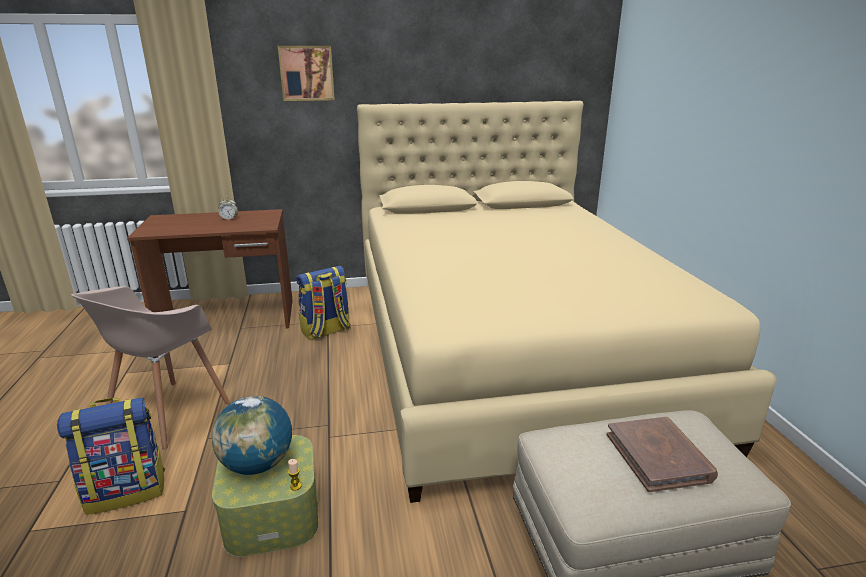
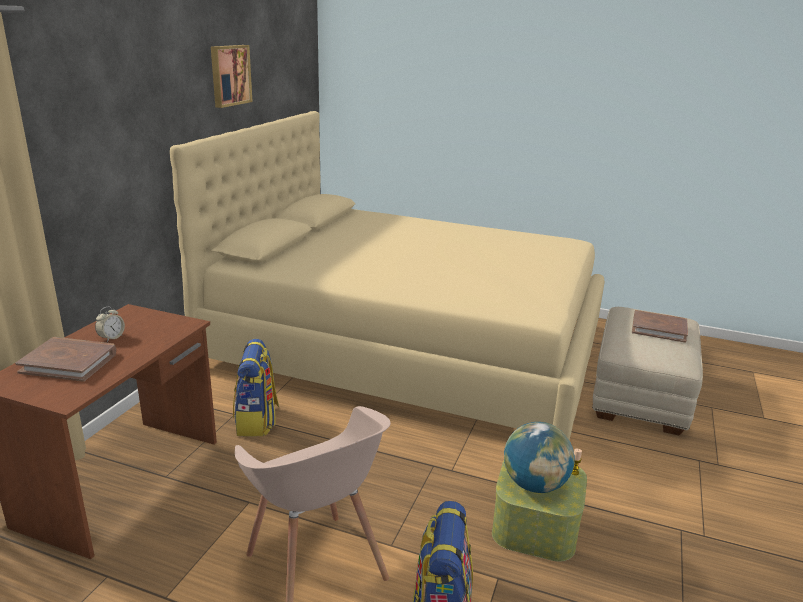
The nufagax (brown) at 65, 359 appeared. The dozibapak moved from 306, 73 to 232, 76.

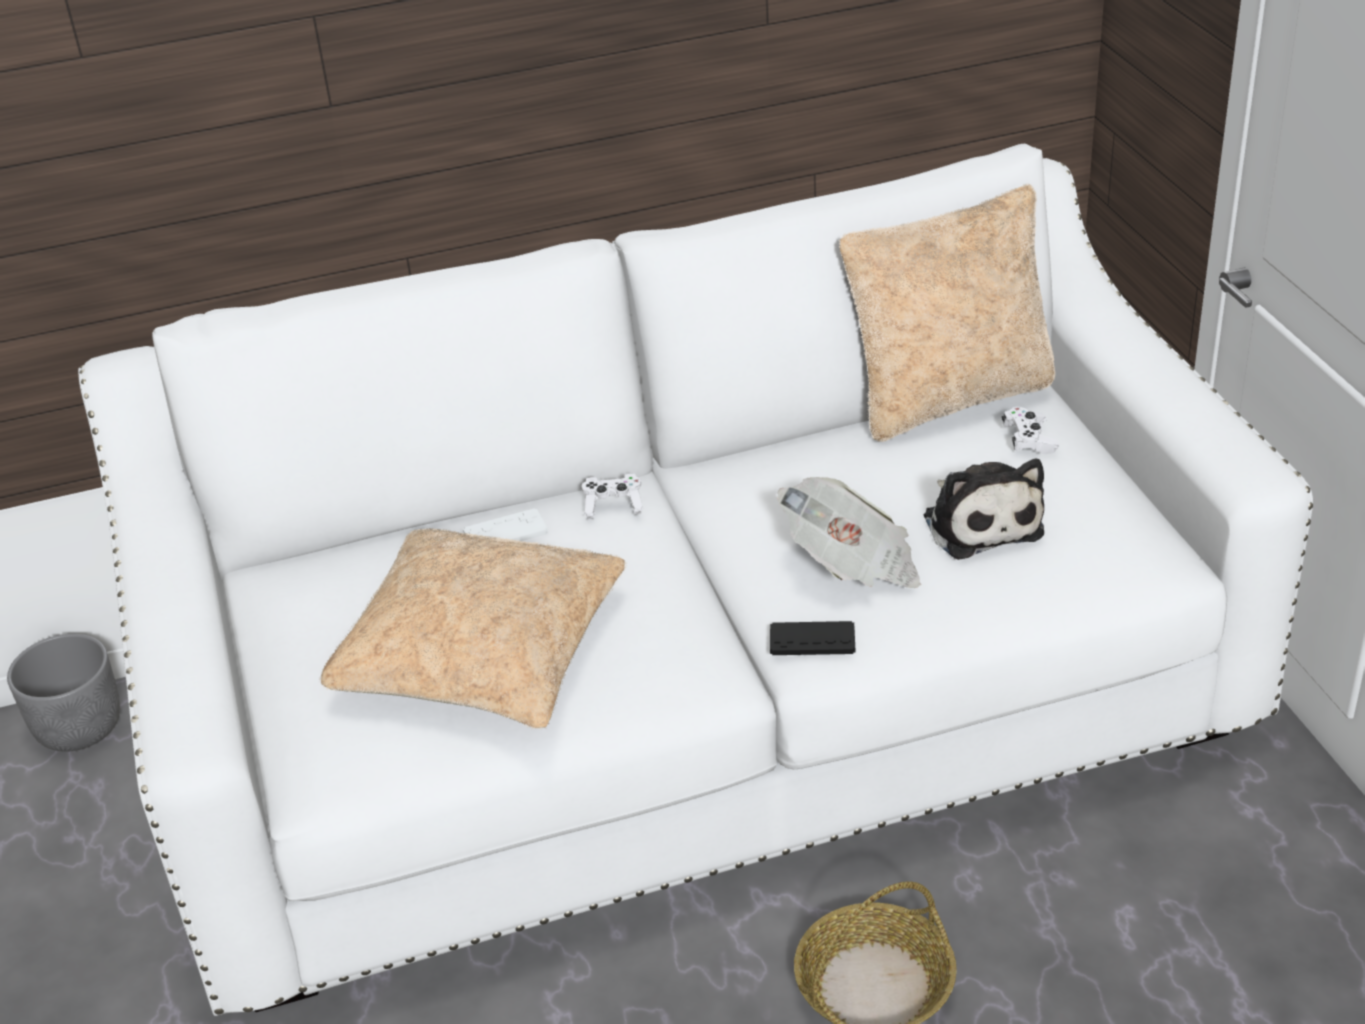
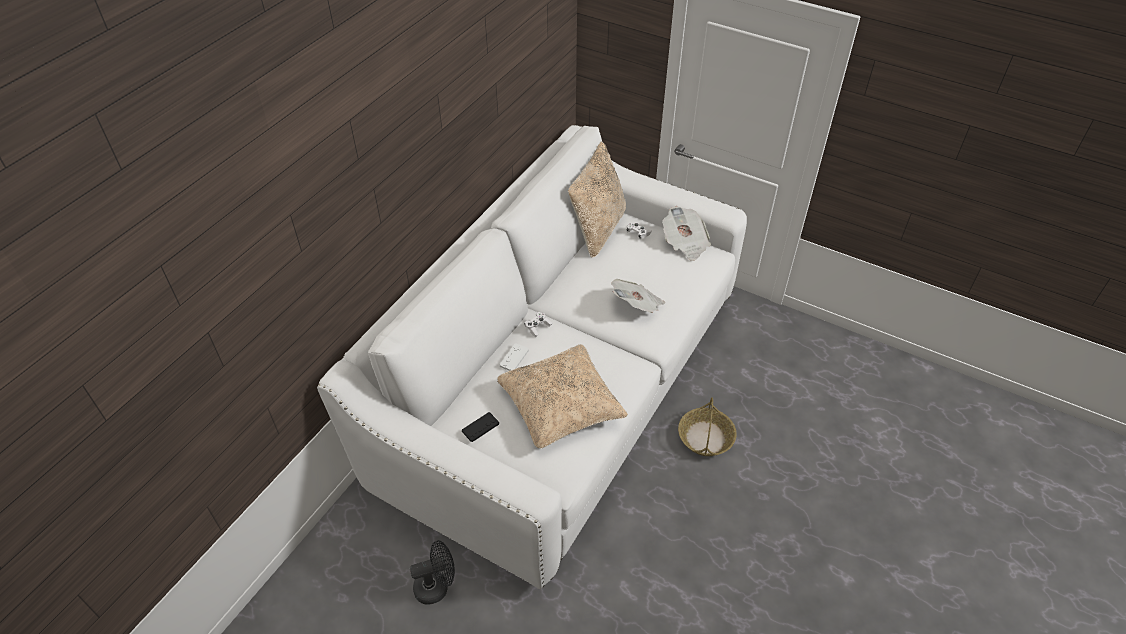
The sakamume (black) at 432, 572 appeared. The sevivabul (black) moved from 812, 638 to 480, 427. The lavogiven at 686, 233 appeared. The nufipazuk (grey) at 63, 693 disappeared. The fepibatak at 984, 509 disappeared.

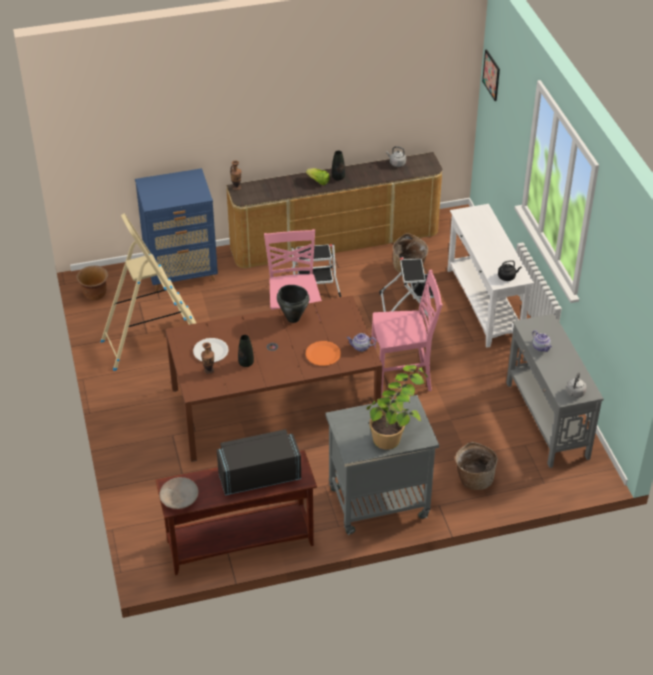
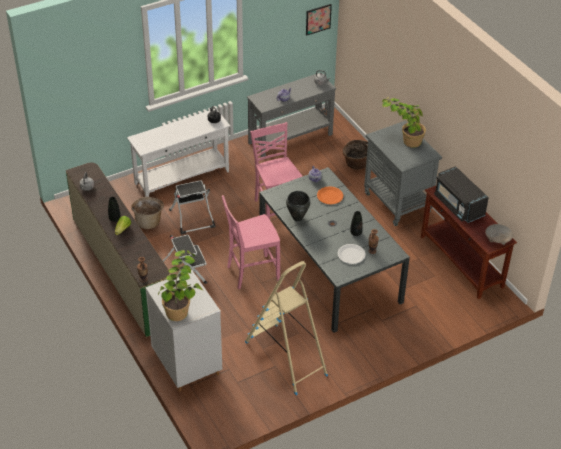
The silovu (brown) at 334, 210 became the silovu (green) at 118, 250. The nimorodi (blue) at 176, 229 became the nimorodi (white) at 183, 331. The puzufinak at 180, 285 appeared. The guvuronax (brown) at 273, 378 became the guvuronax (grey) at 335, 250. The dozibapak moved from 491, 75 to 319, 20. The nufipazuk (brown) at 92, 283 disappeared.

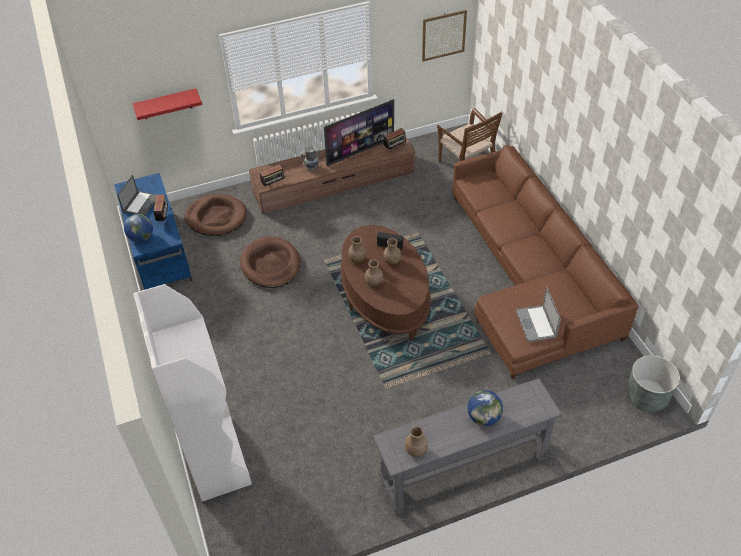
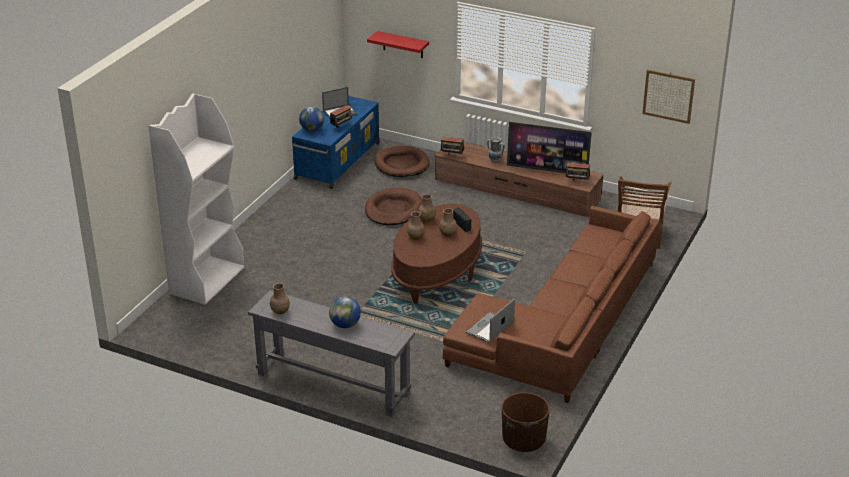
The nufipazuk (grey) at 653, 383 became the nufipazuk (brown) at 526, 422.

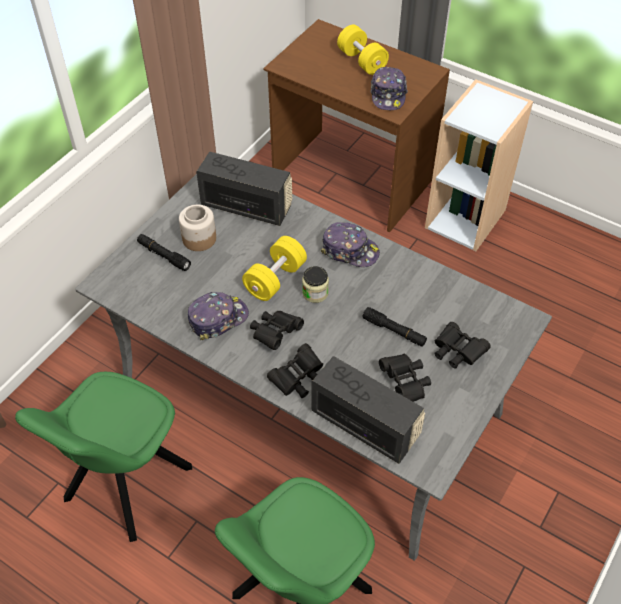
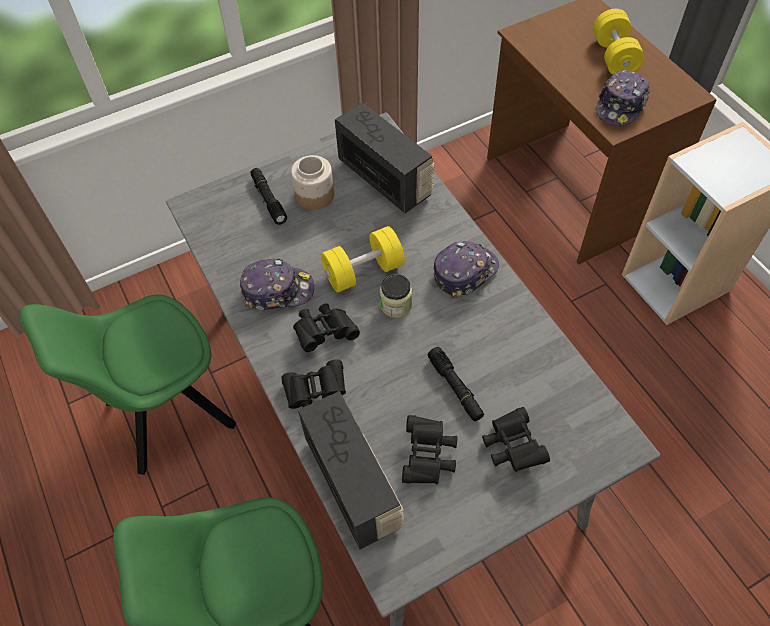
The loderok at 350, 244 turned 90 degrees counterclockwise.

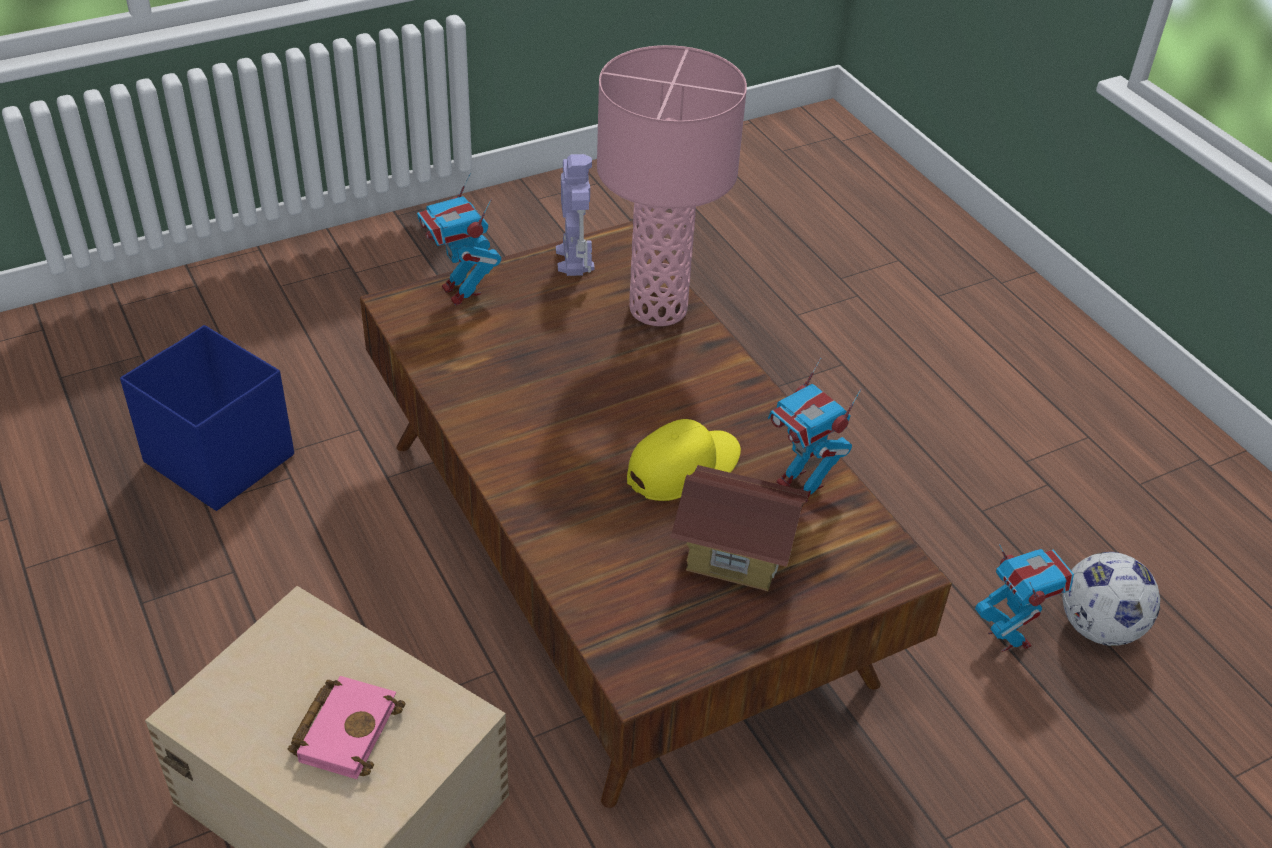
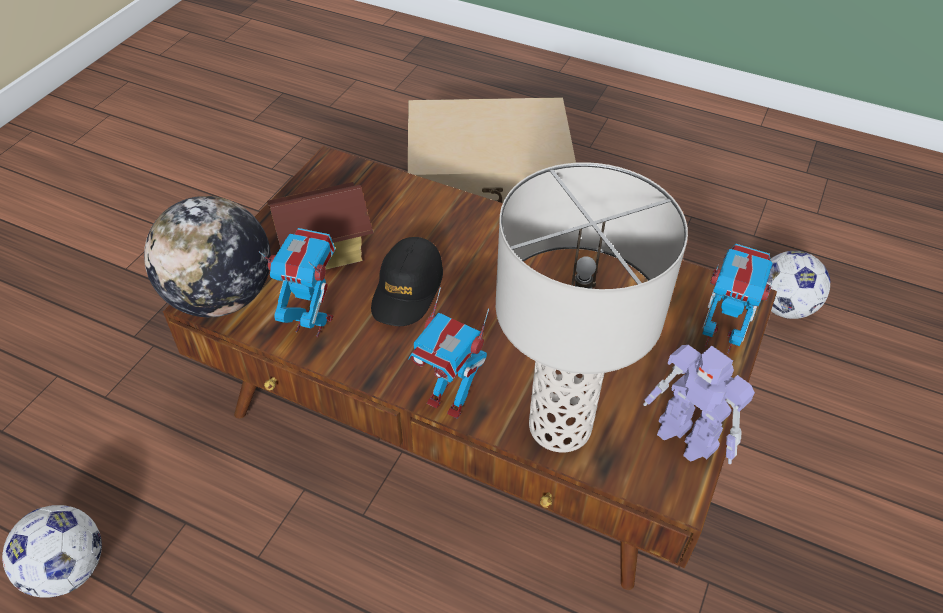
The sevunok at 207, 256 appeared. The loderok (yellow) at 684, 460 became the loderok (black) at 407, 281. The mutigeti moved from 1024, 598 to 448, 352. The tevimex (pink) at 672, 185 became the tevimex (white) at 592, 307. The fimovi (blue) at 207, 418 was replaced by the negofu at 798, 285. The nufagax (pink) at 346, 727 disappeared.

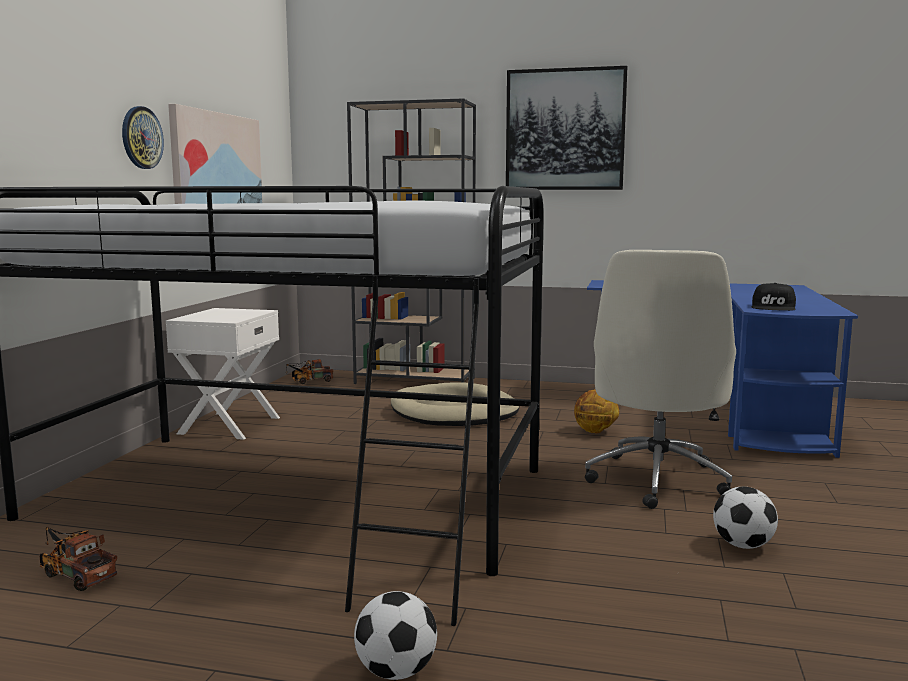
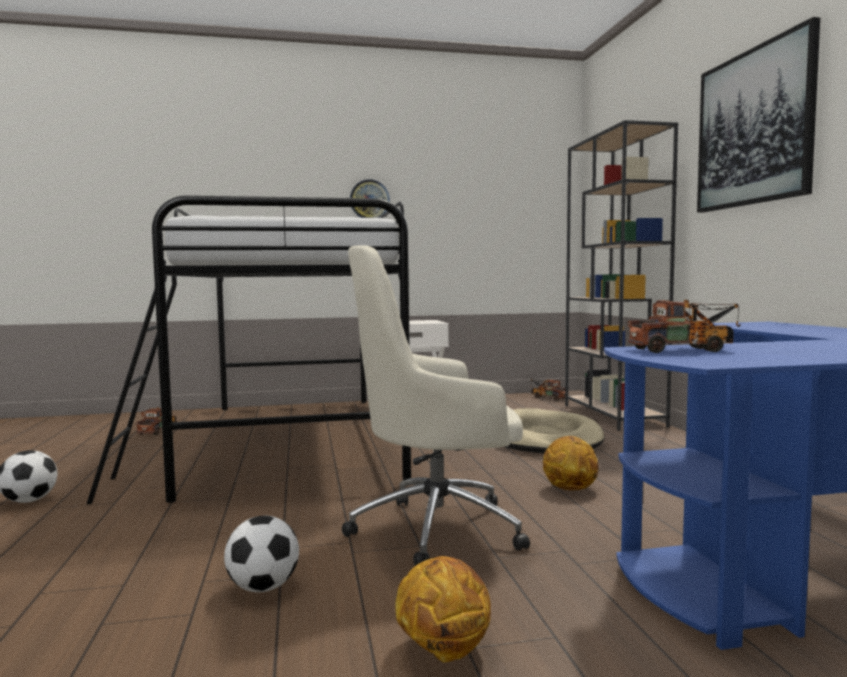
The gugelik at 443, 609 appeared. The loderok (black) at 774, 297 was replaced by the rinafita at 684, 326. The dozibapak at 215, 154 disappeared.

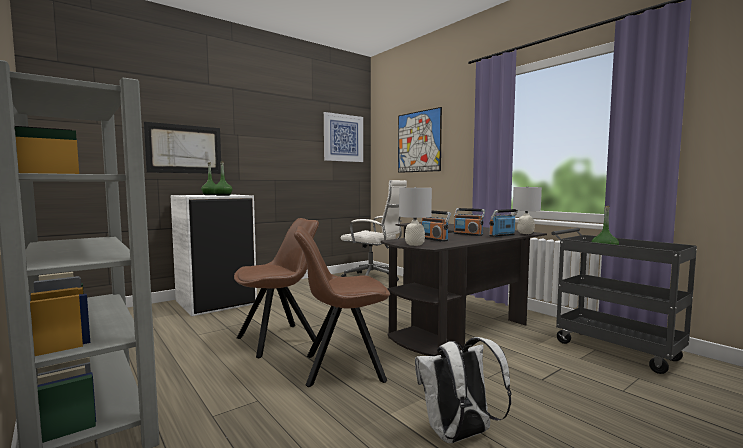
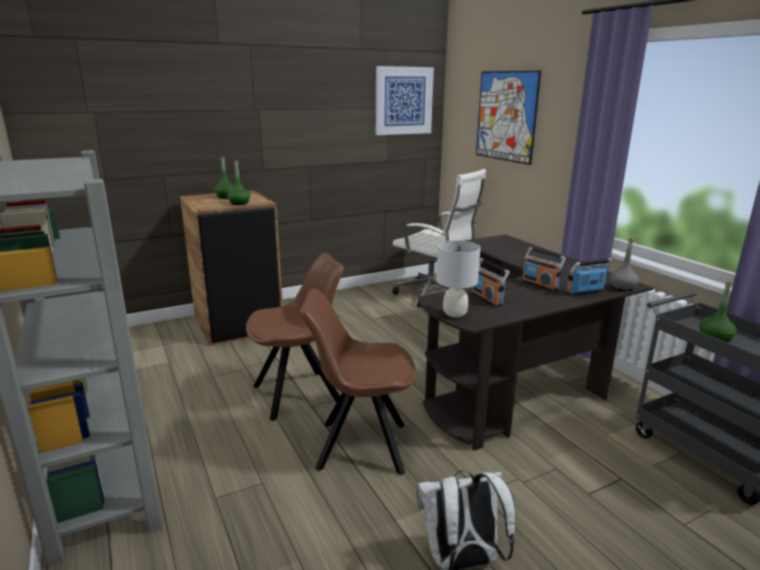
The silovu (white) at 214, 255 became the silovu (brown) at 231, 267. The tevimex (grey) at 527, 210 was replaced by the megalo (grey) at 624, 264. The dozibapak at 182, 148 disappeared.

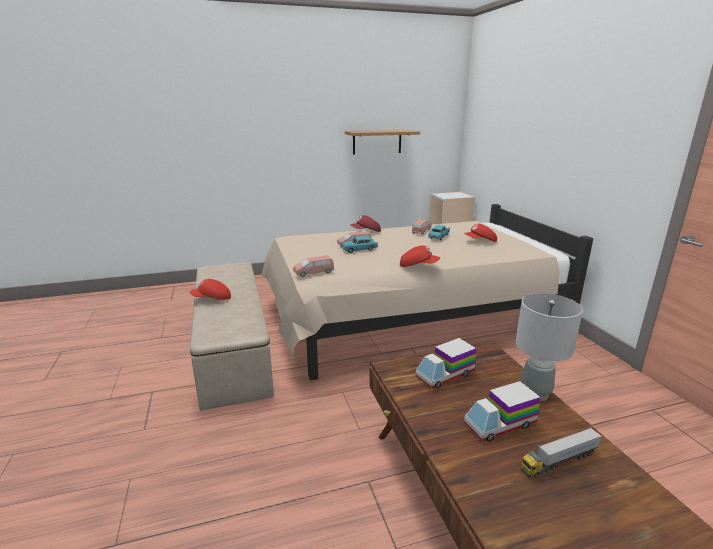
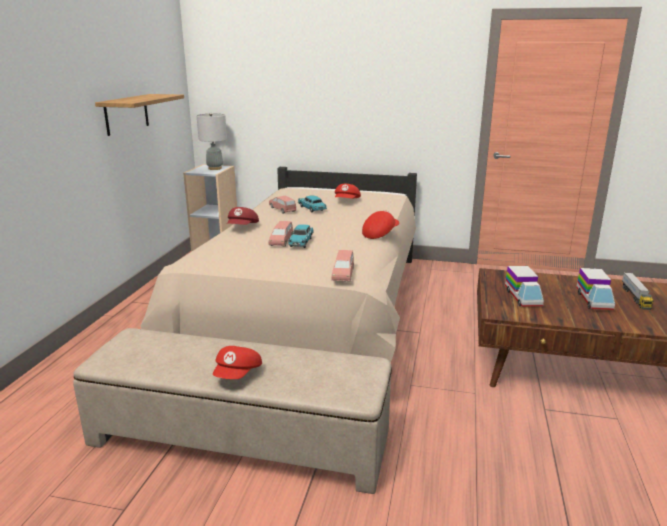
The tevimex (grey) moved from 549, 347 to 212, 141.

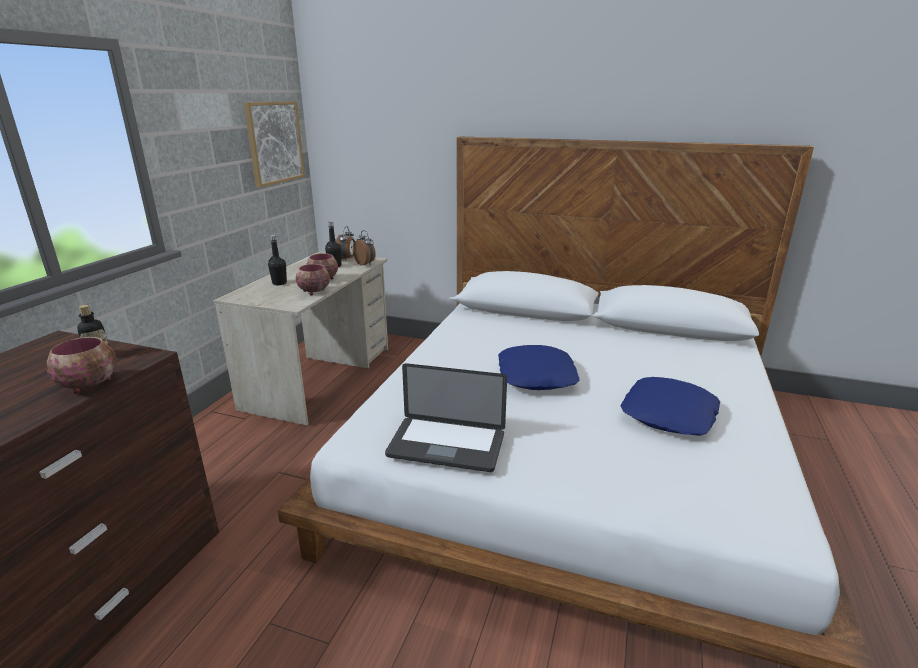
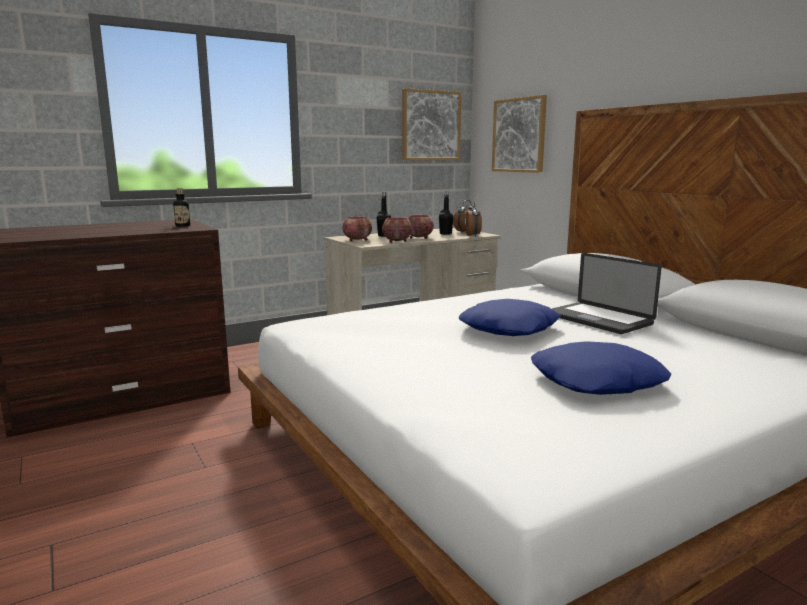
The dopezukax moved from 82, 365 to 357, 229. The dozibapak at 519, 134 appeared. The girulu moved from 446, 417 to 607, 293.

